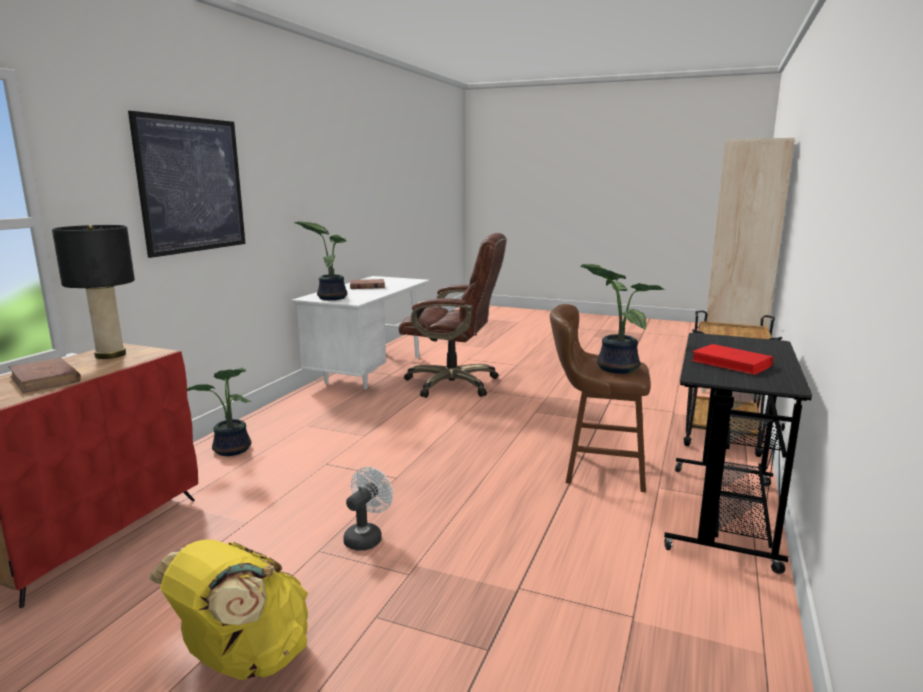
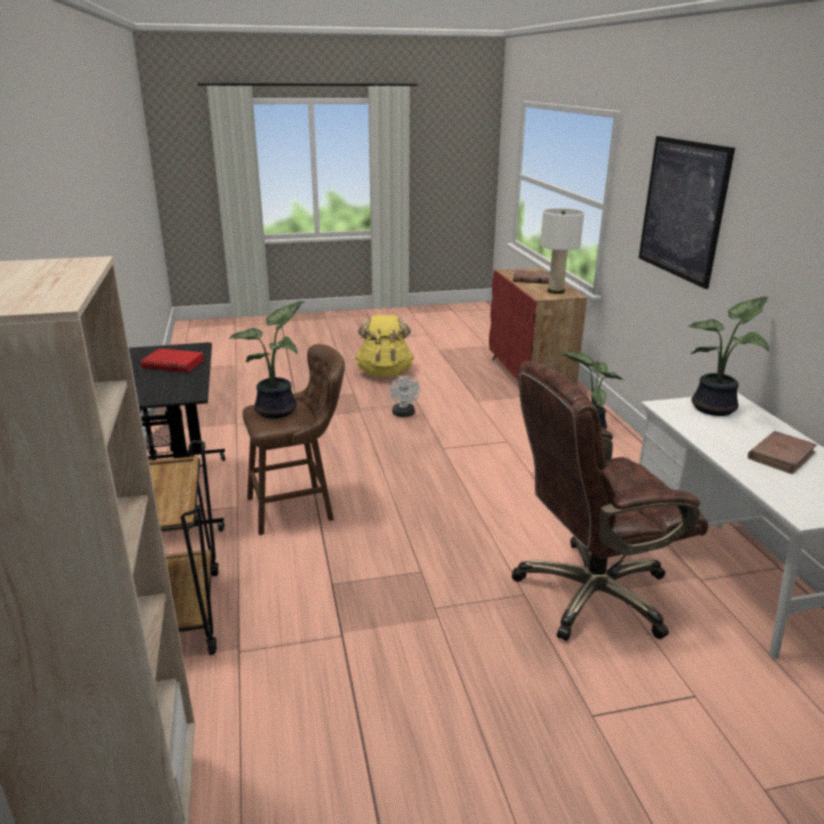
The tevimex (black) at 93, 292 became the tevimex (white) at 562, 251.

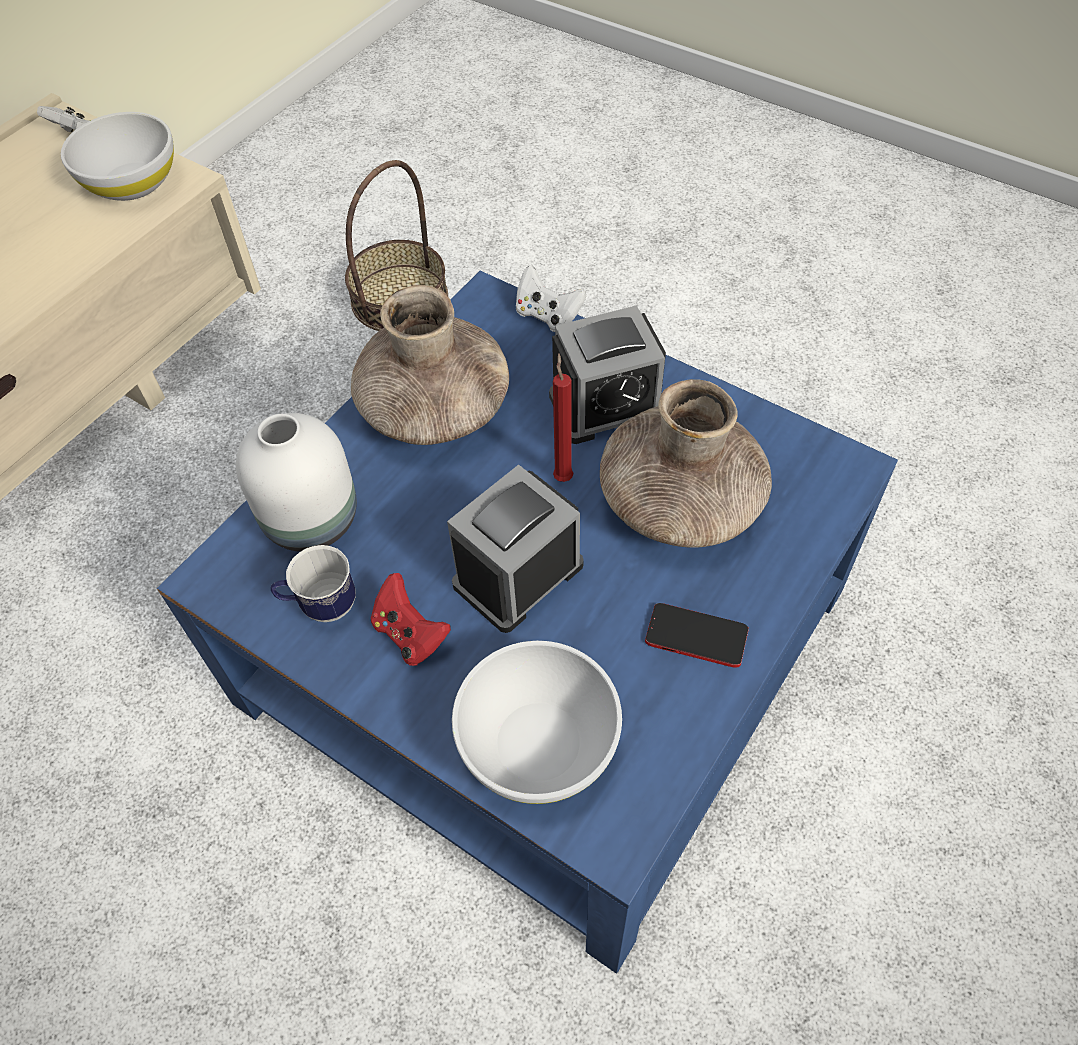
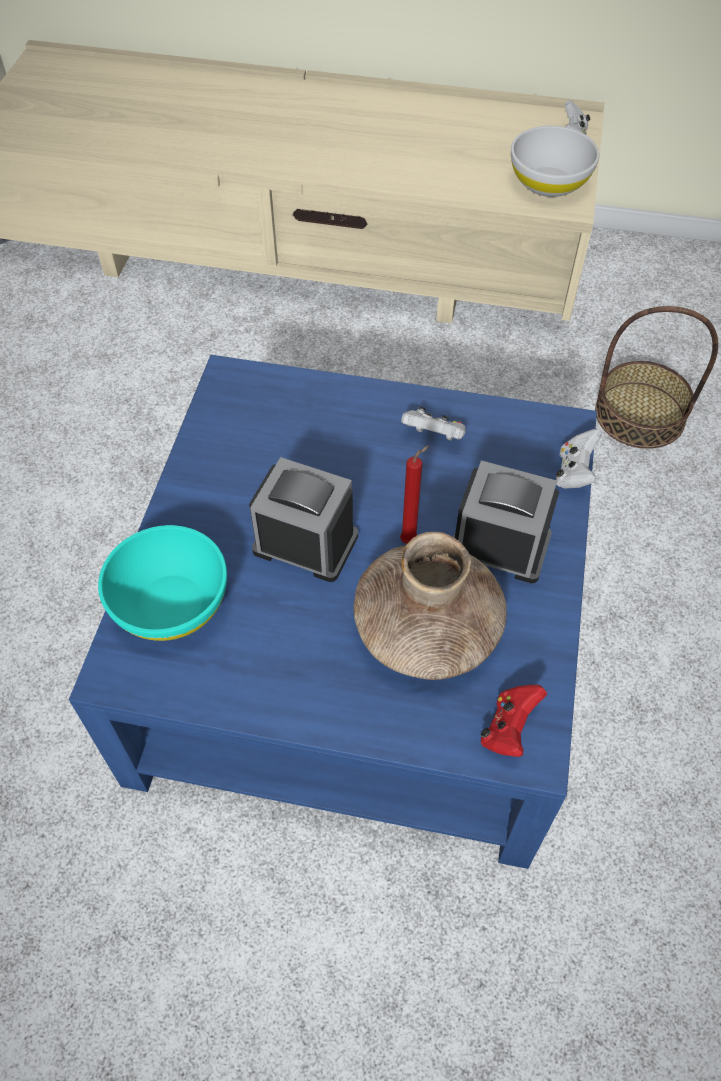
The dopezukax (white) at 537, 722 became the dopezukax (turquoise) at 162, 583. The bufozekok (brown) at 430, 365 was replaced by the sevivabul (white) at 433, 423. The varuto at 607, 374 turned 150 degrees clockwise. The sevivabul (red) moved from 411, 619 to 514, 721. The bufozekok (white) at 296, 482 disappeared. The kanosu at 313, 583 disappeared. The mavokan at 697, 635 disappeared.

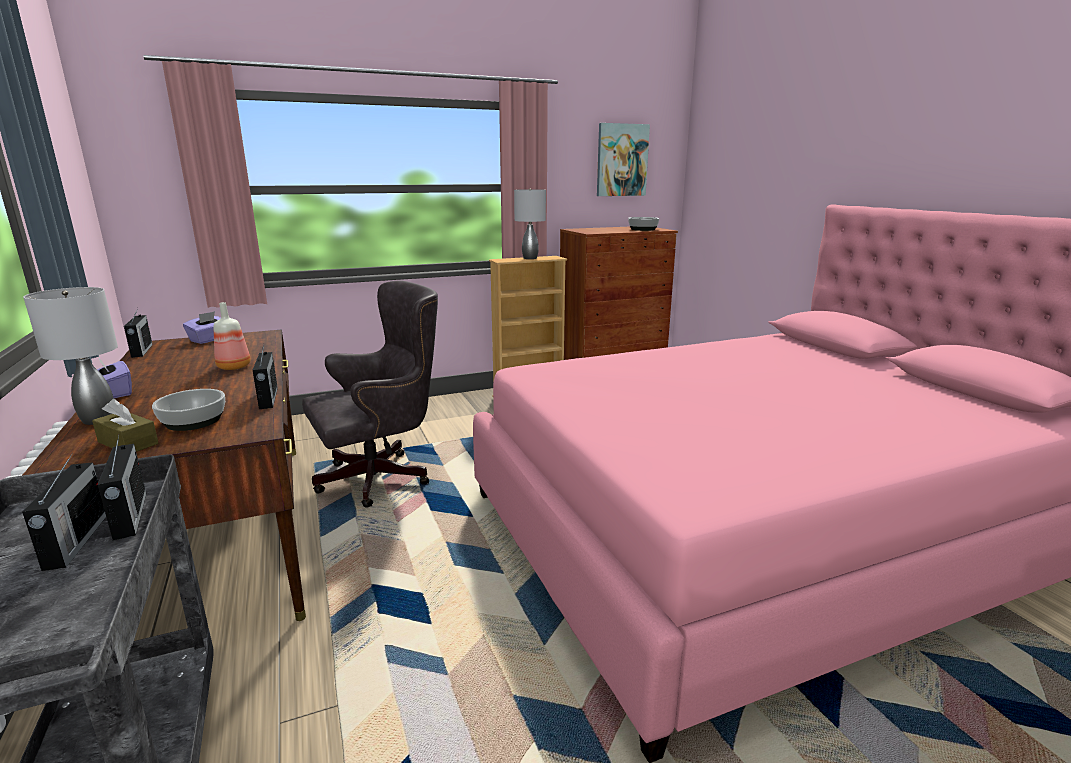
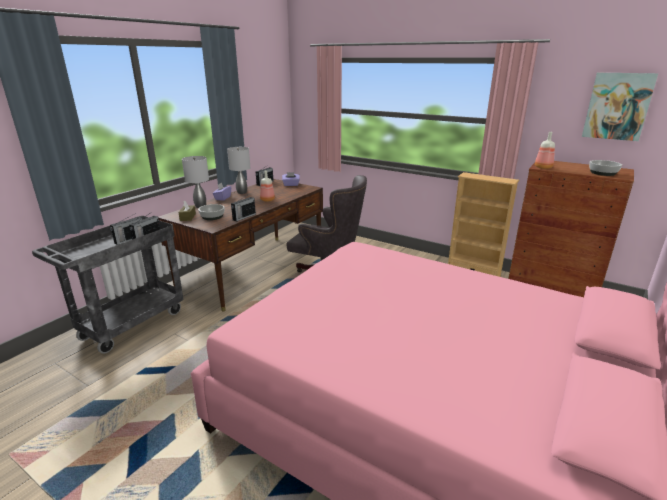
The tevimex (grey) moved from 530, 224 to 238, 170. The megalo at 545, 150 appeared.

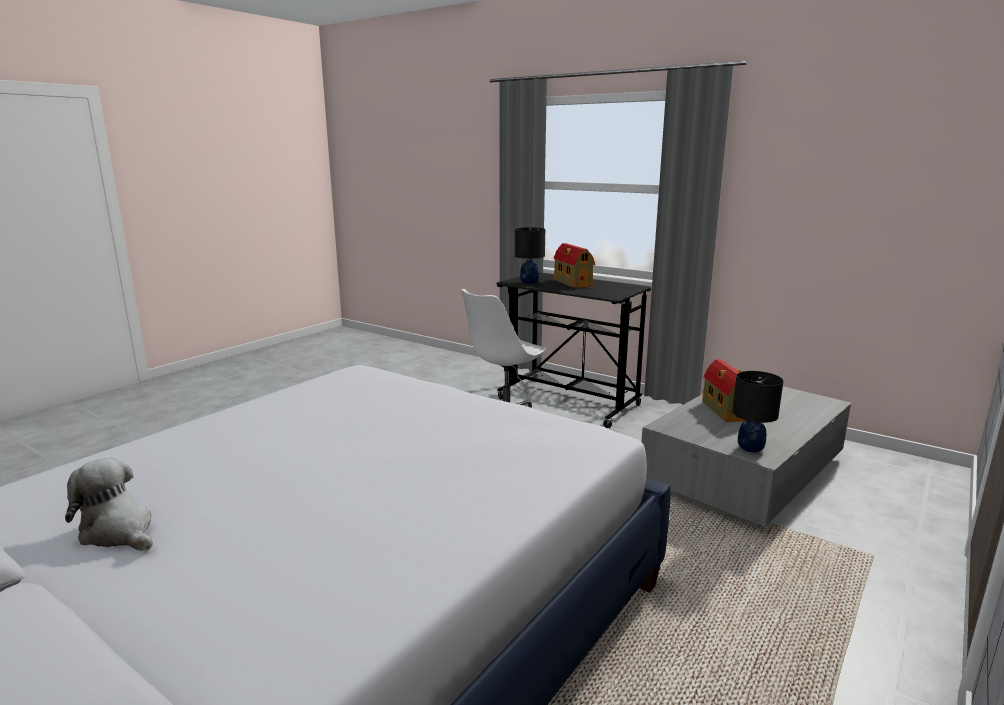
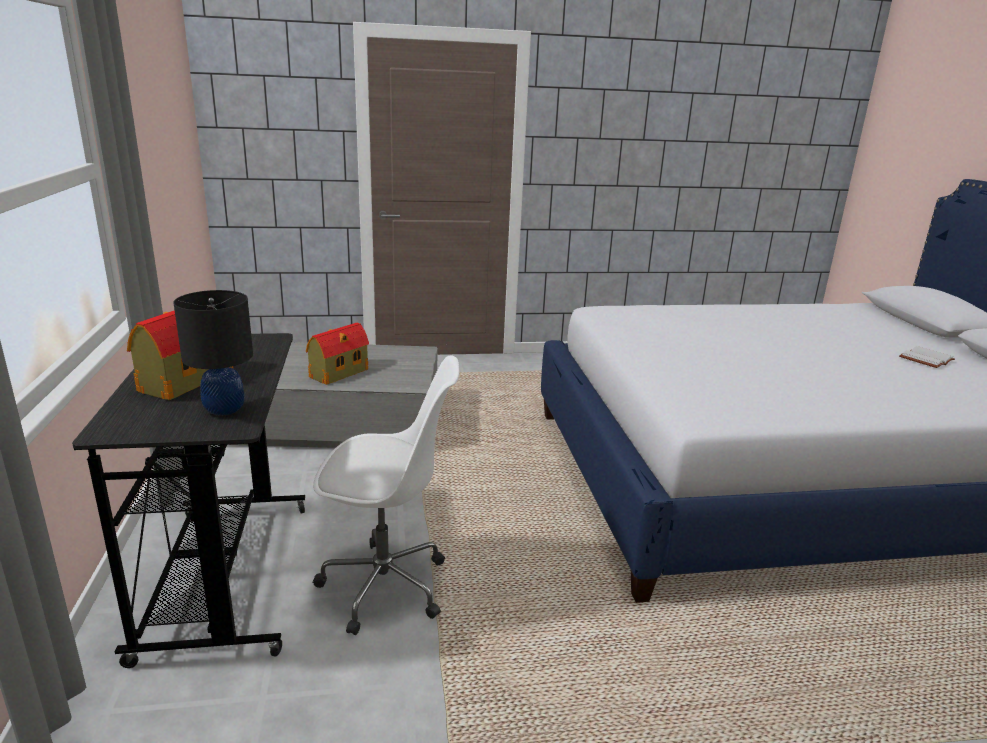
The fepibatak at 109, 504 was replaced by the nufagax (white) at 927, 357. The tevimex (black) at 757, 411 disappeared.

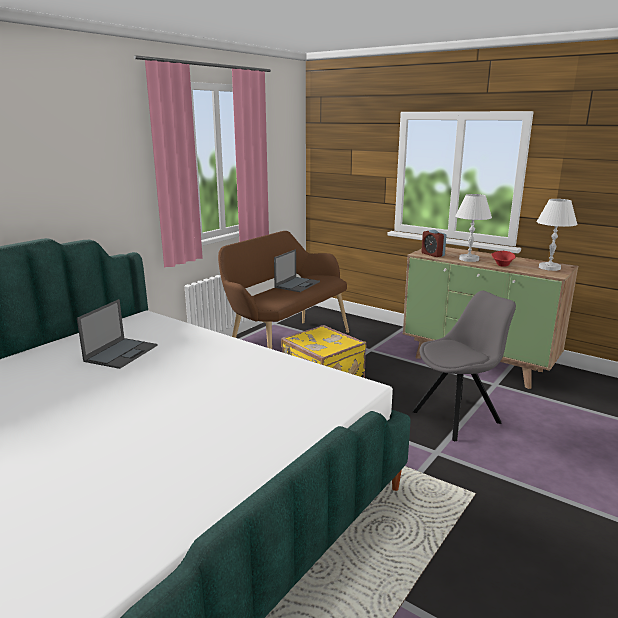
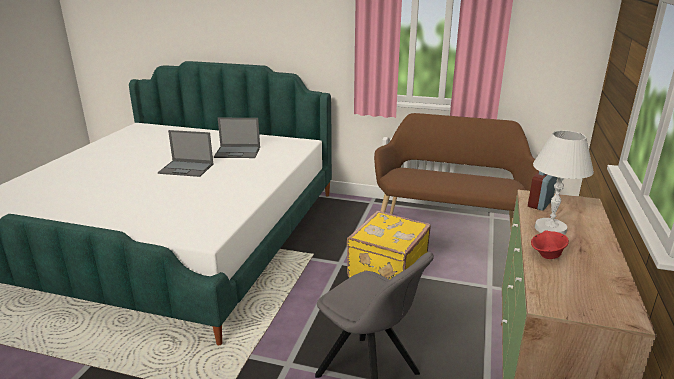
The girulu moved from 297, 270 to 185, 153. The tevimex (white) at 557, 235 disappeared.

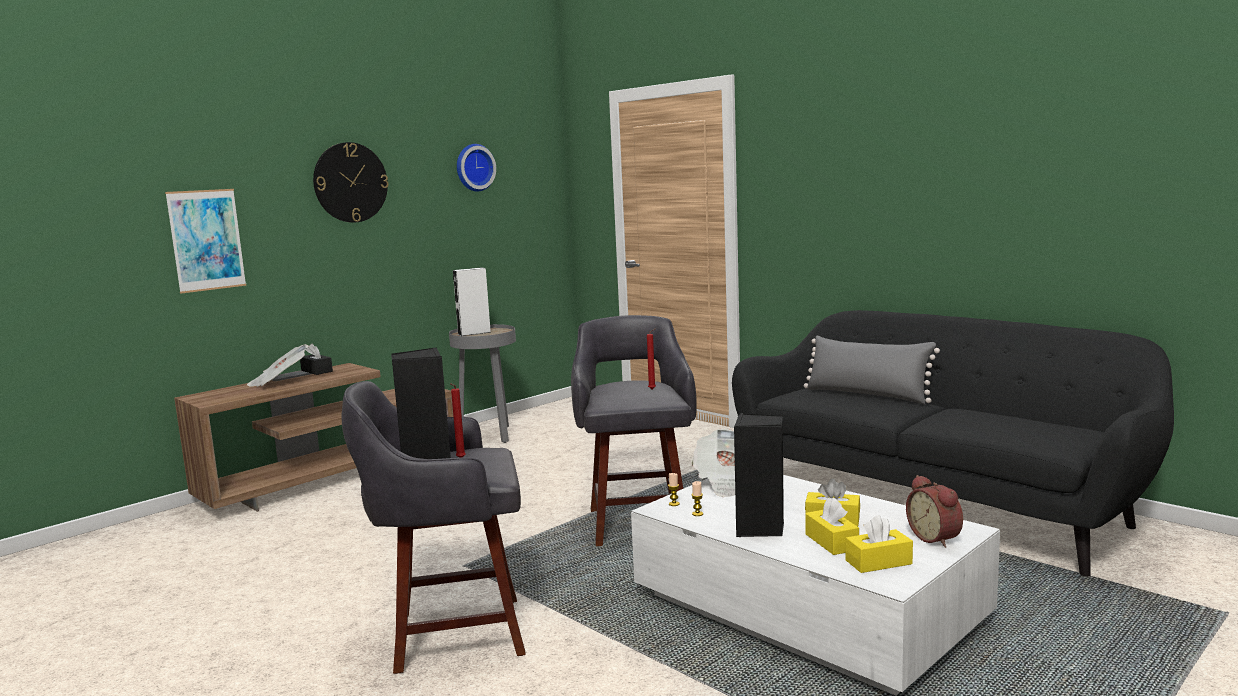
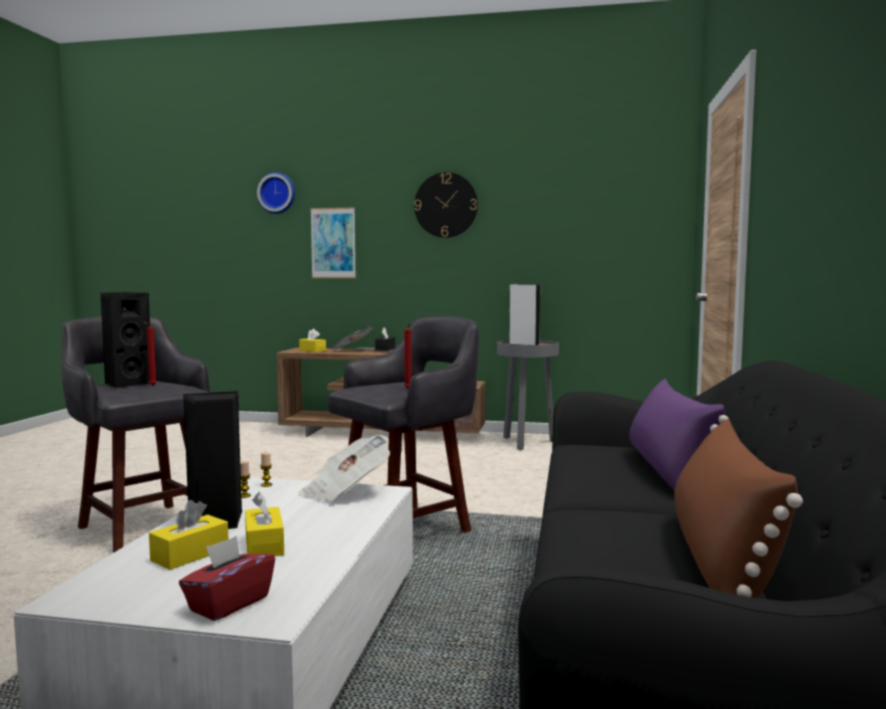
The varuto at 934, 511 was replaced by the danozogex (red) at 227, 578. The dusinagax moved from 476, 168 to 276, 193. The danozogex (yellow) moved from 879, 544 to 312, 340. The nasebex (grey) at 872, 369 became the nasebex (purple) at 679, 435. The nasebex (brown) at 738, 508 appeared.

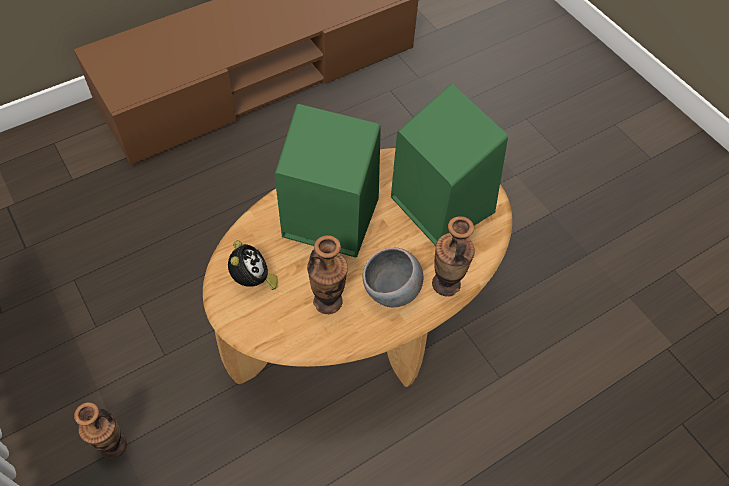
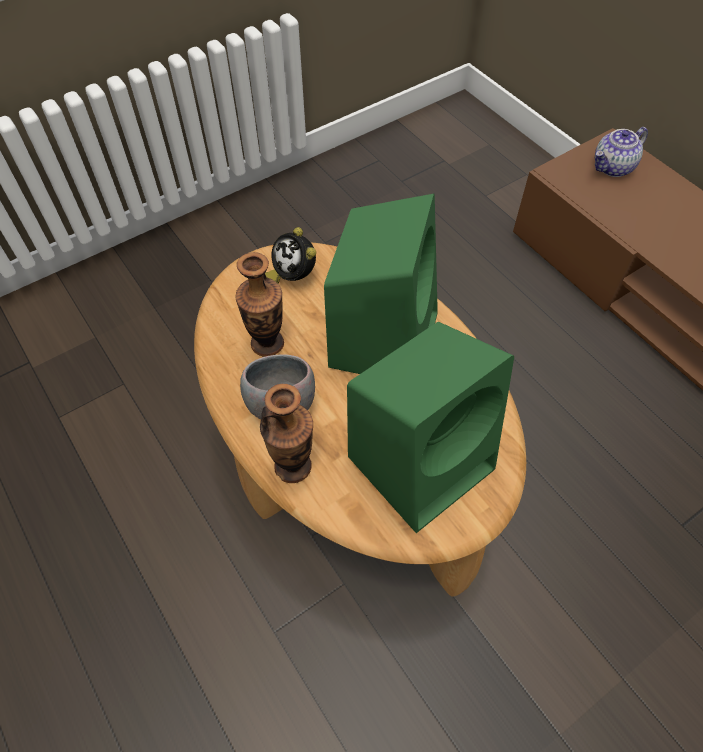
The varuto at 253, 265 turned 60 degrees clockwise. The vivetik at 621, 152 appeared. The bufozekok at 100, 430 disappeared.

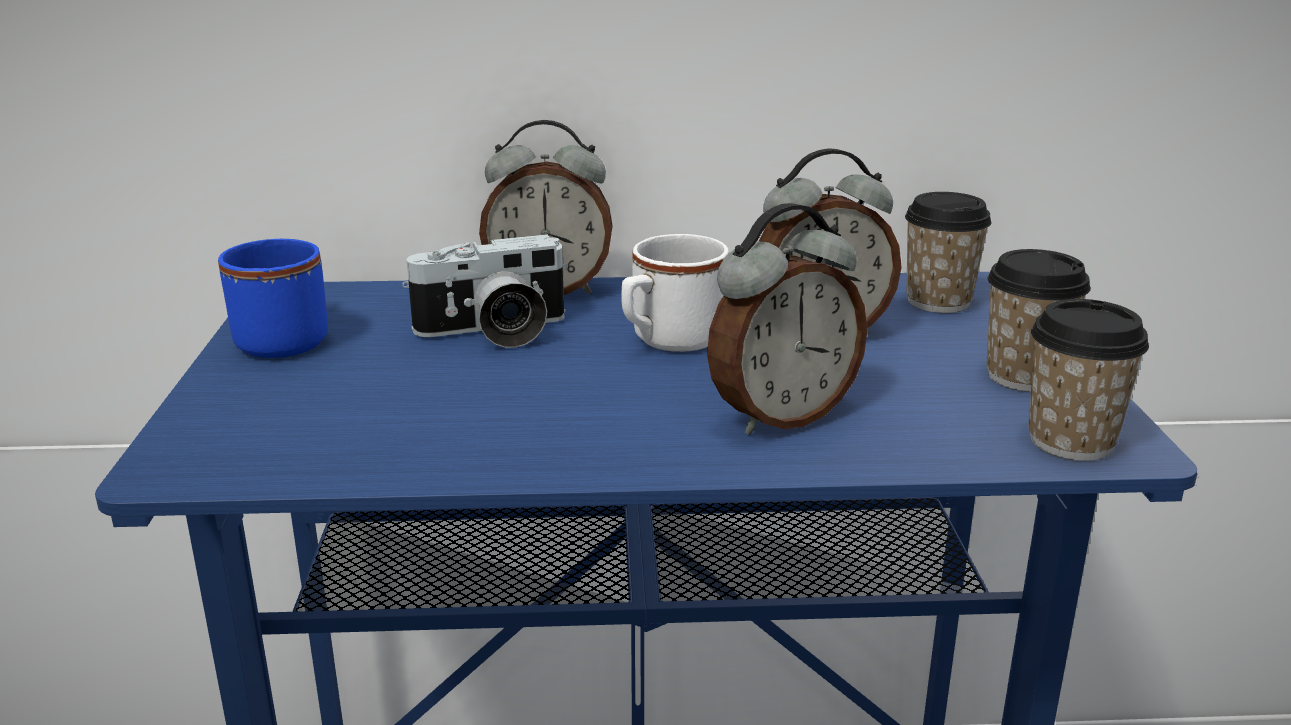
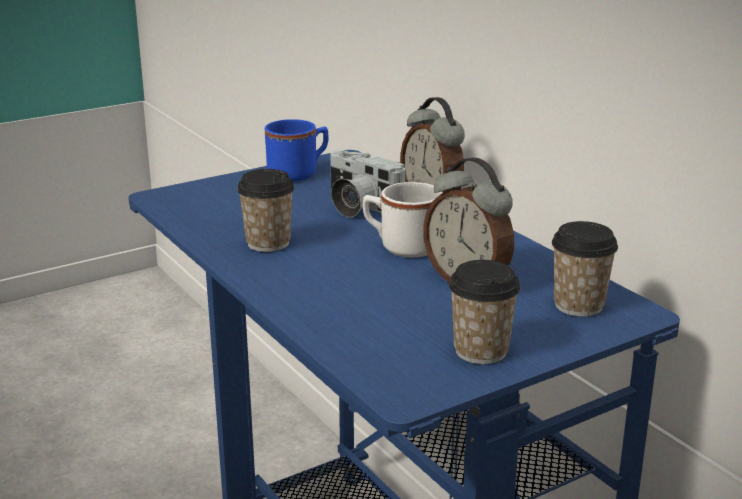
The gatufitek moved from 1088, 380 to 265, 210. The varuto at 787, 319 disappeared.

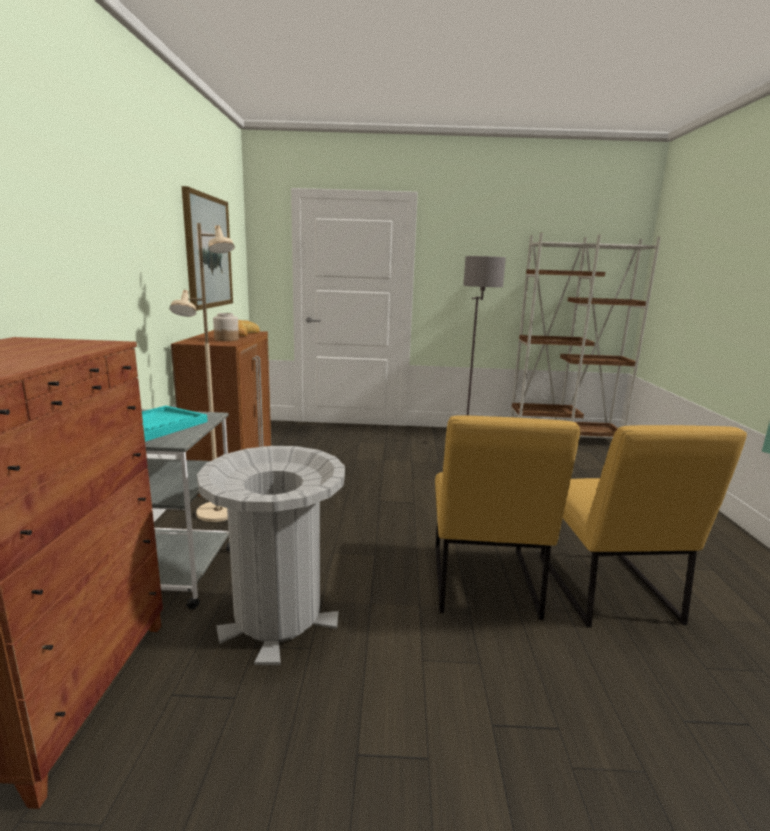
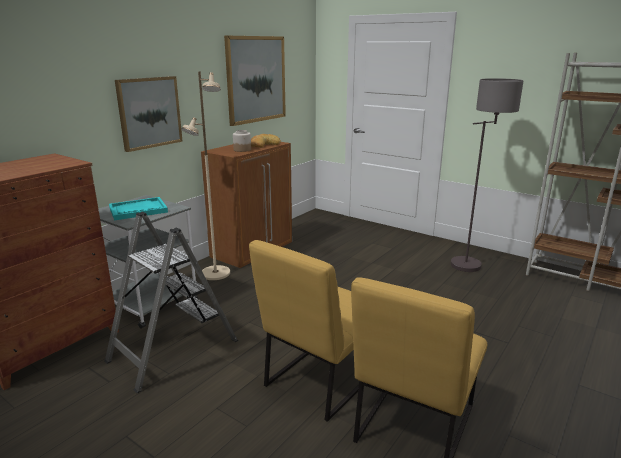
The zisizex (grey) at 271, 555 was replaced by the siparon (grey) at 171, 302. The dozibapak at 149, 114 appeared.

